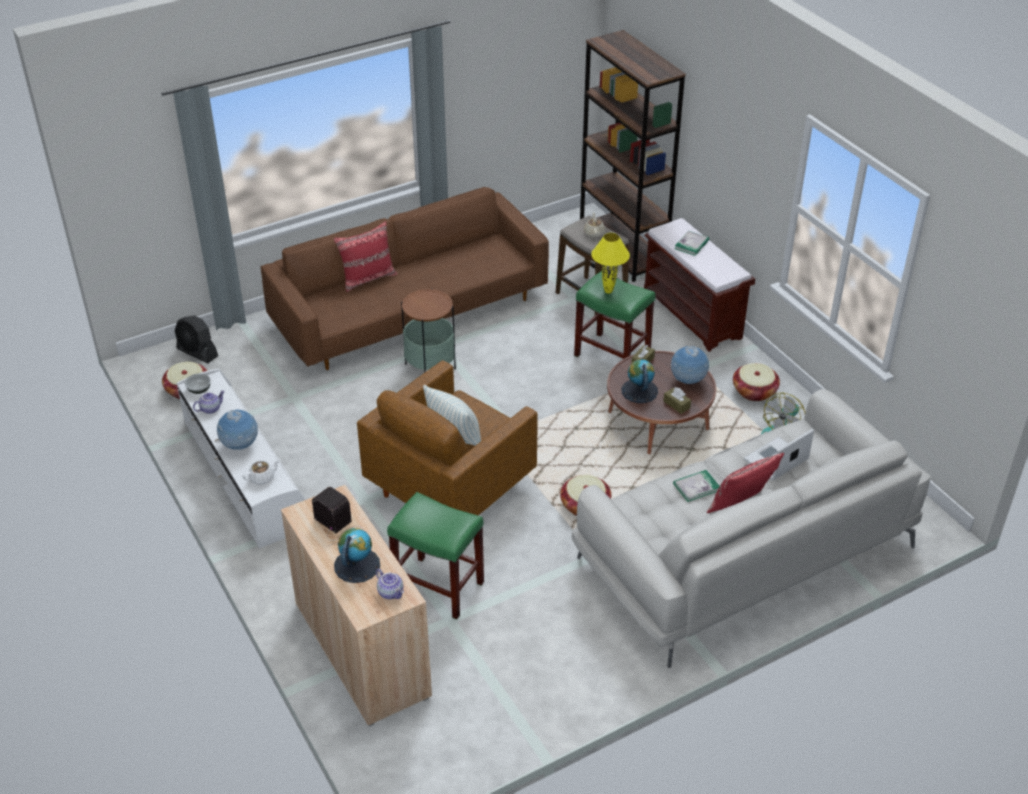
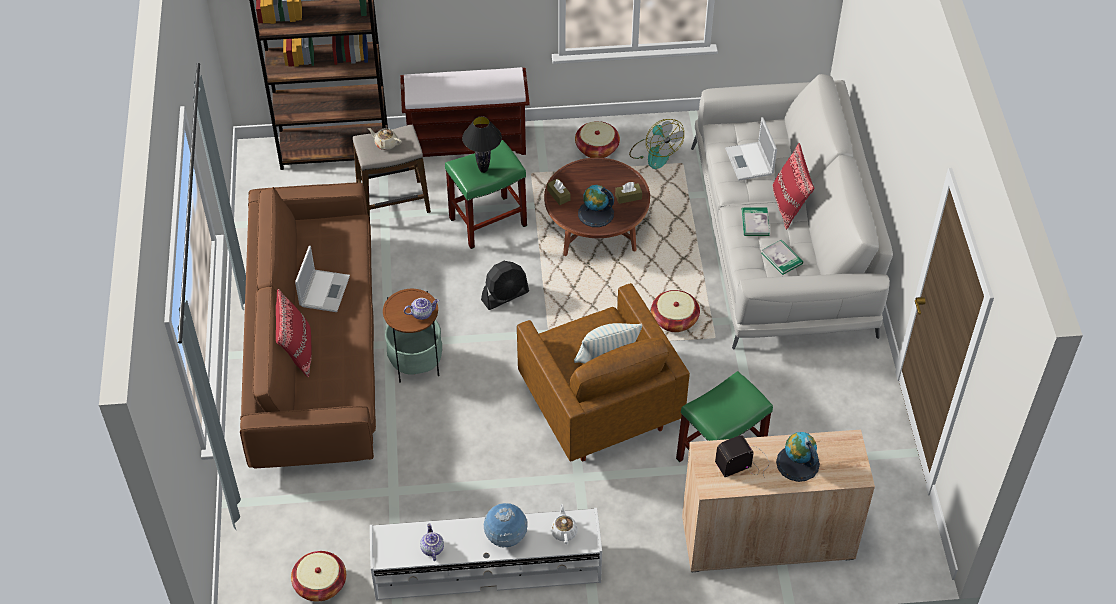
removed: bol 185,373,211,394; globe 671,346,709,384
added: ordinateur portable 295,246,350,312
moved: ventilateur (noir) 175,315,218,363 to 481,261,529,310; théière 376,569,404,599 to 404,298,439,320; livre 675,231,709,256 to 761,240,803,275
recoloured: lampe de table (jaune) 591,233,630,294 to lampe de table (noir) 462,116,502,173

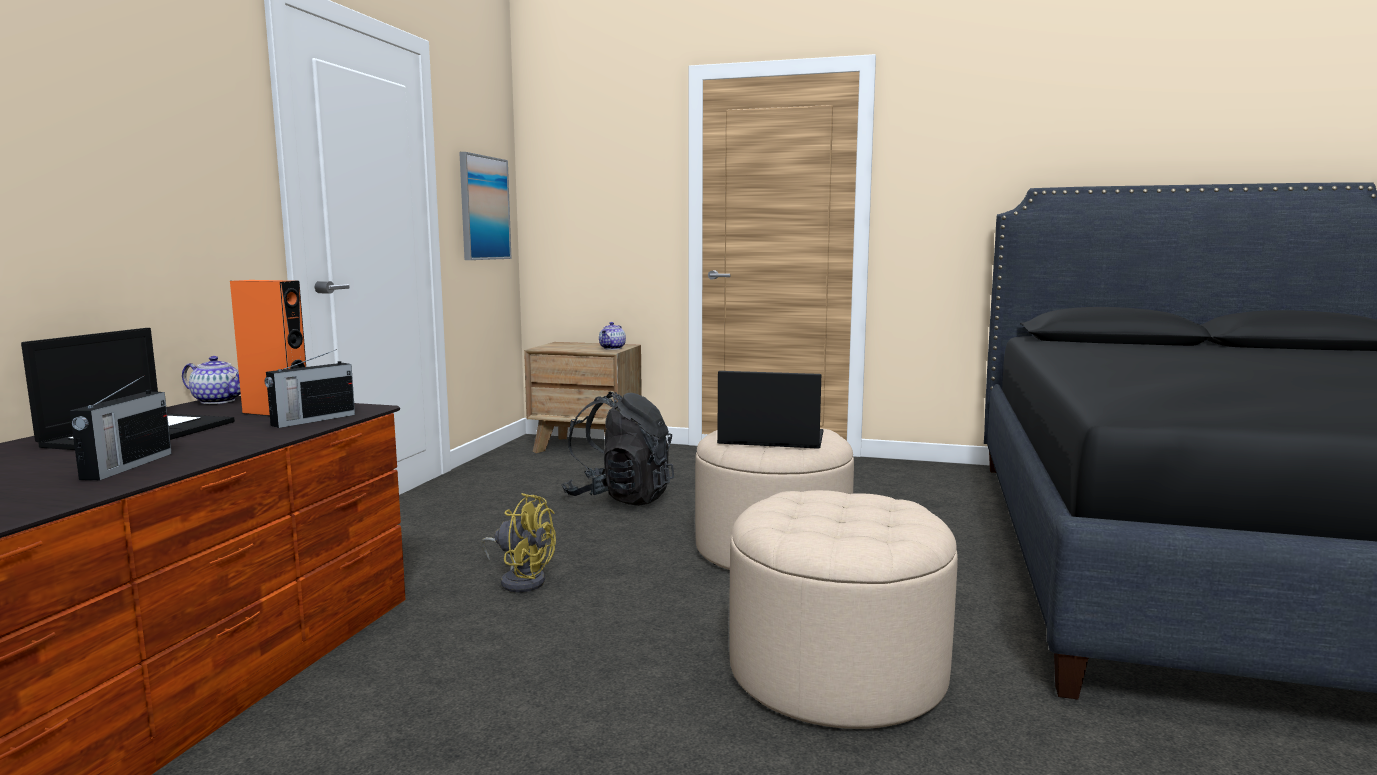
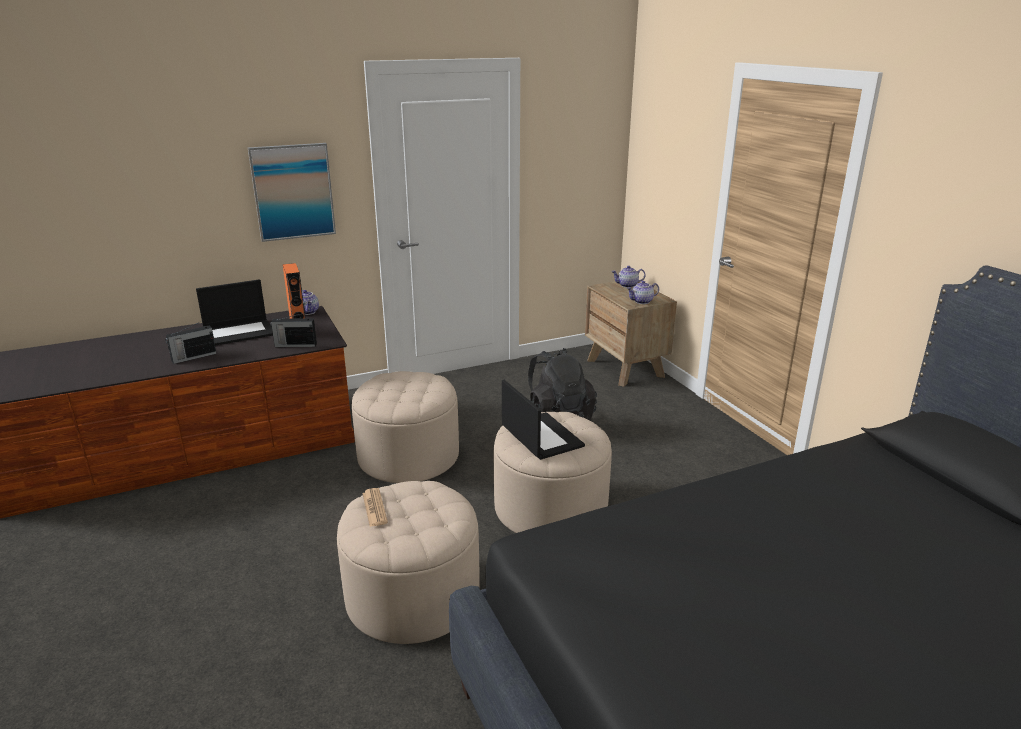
added: journal 362,488,388,527; théière 612,266,645,288
moved: tableau 459,152,512,260 to 248,143,336,242
replaced: ventilateur (jaune) 481,493,556,592 to pouf (beige) 352,371,459,483

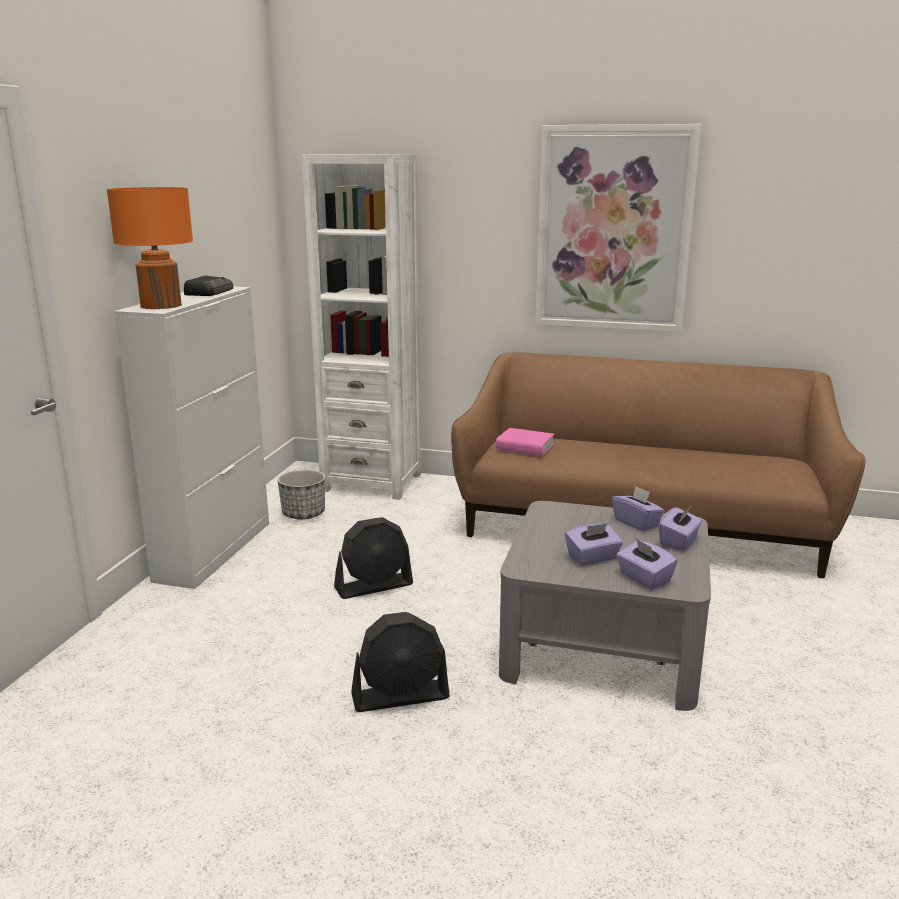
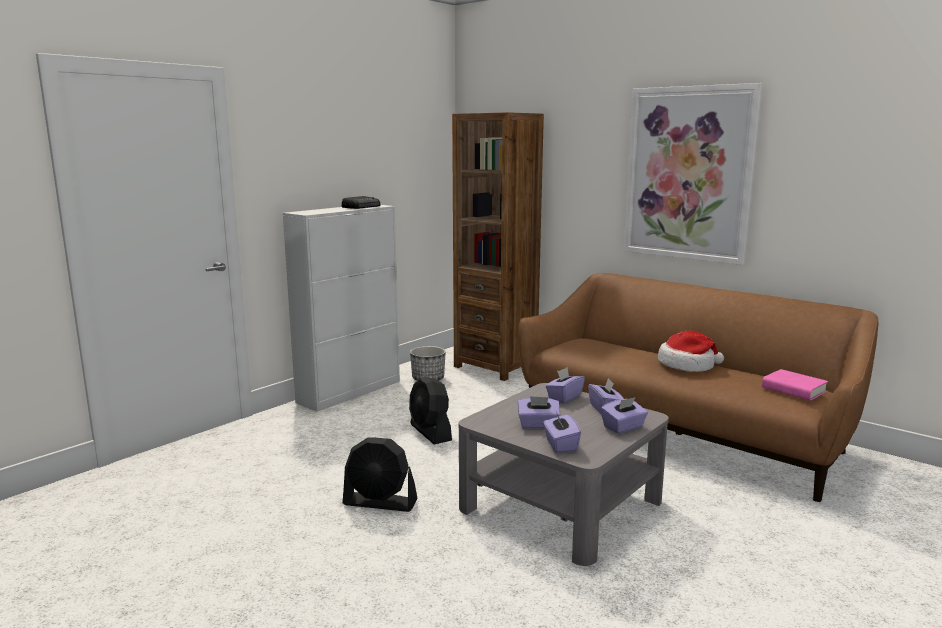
removed: lampe de table (orange) 107,187,193,309
added: boîte à mouchoirs (violet) 546,367,585,403; chapeau 658,331,724,372
moved: livre (rose) 496,428,554,456 to 762,369,828,401
recoloured: bibliothèque (blanc) 302,154,421,500 to bibliothèque (marron) 452,112,544,381
turned: ventilateur (noir) 334,517,413,599 = 409,376,452,444 60 degrees clockwise

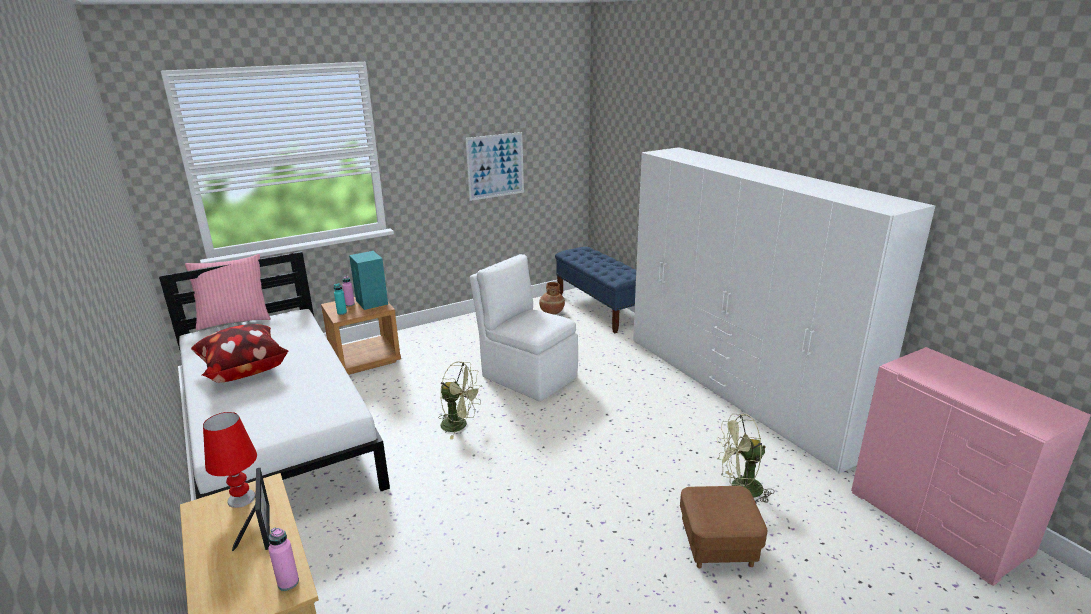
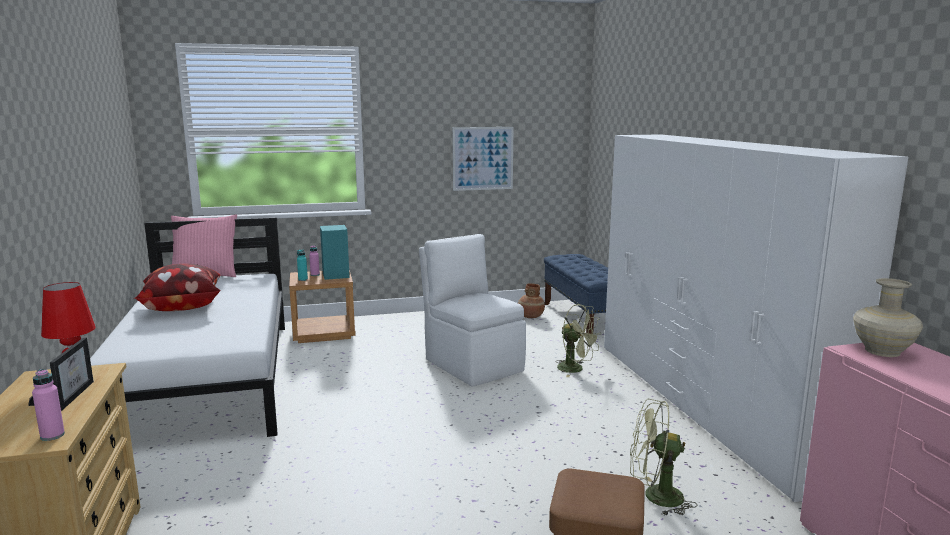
added: vase (beige) 853,278,923,357
moved: ventilateur (vert) 438,362,482,439 to 555,304,601,377

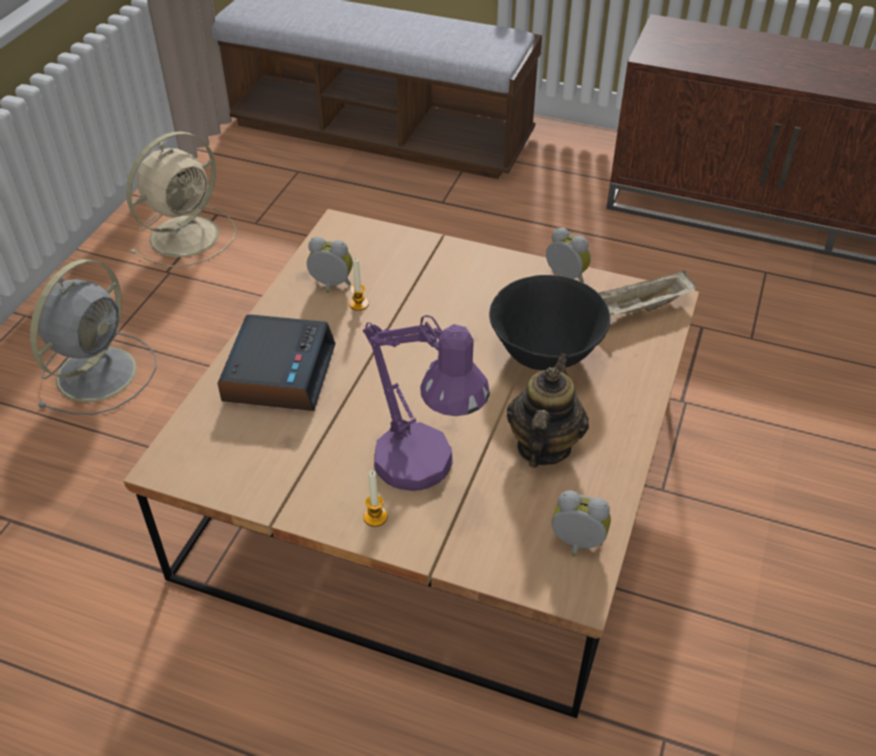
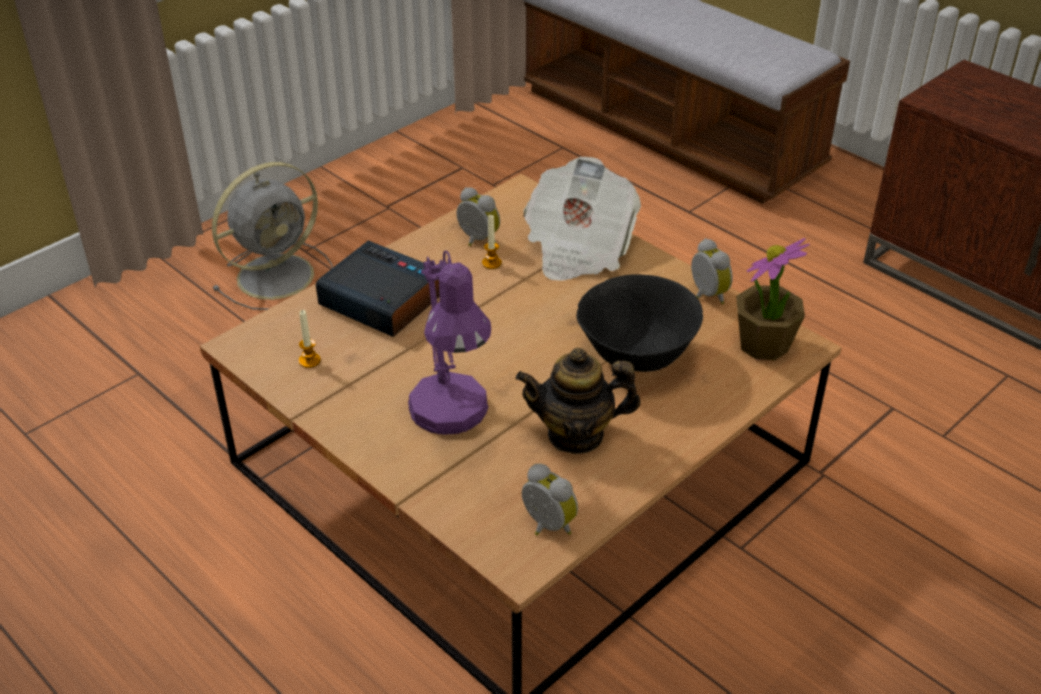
removed: ventilateur (beige) 126,131,237,267
added: journal 523,157,641,280
moved: bougie 363,470,387,527 to 299,310,321,368
replaced: plateau (beige) 599,270,696,315 to plante en pot 736,238,810,360
turned: réveil 217,314,336,411 = 316,241,440,337 90 degrees counterclockwise; théière 507,353,589,468 = 516,348,641,454 135 degrees counterclockwise

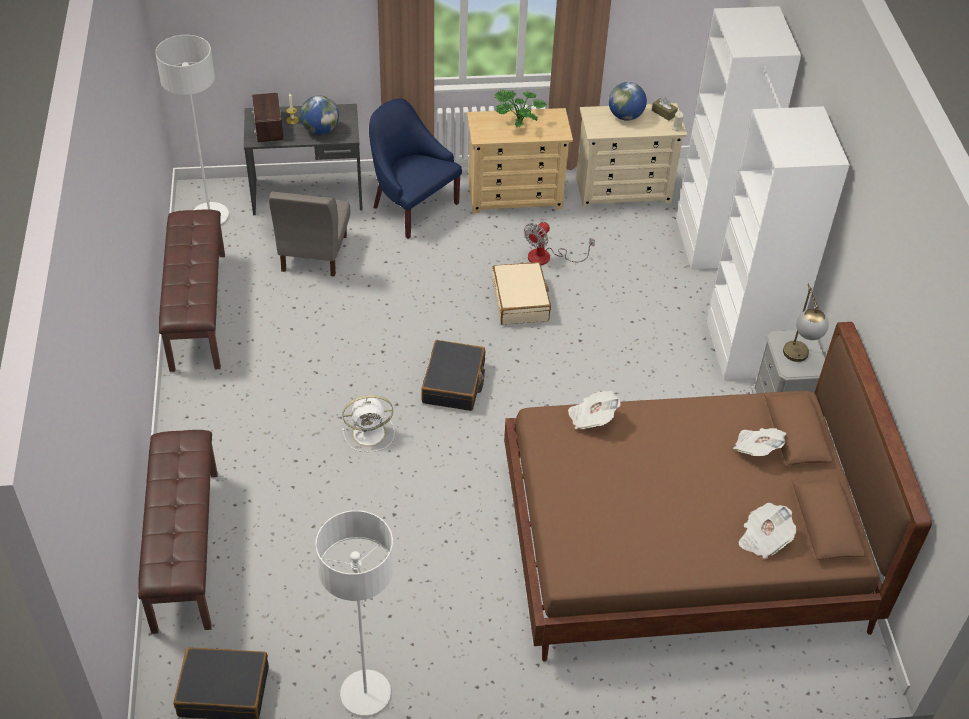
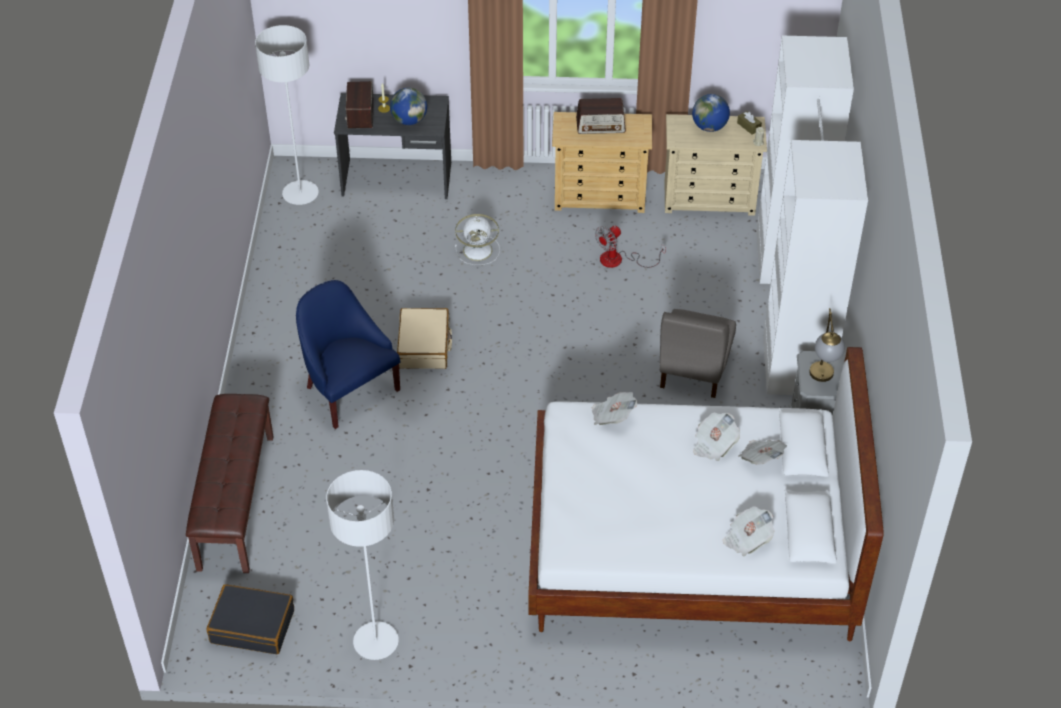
removed: banc (marron) 159,209,225,372; valise (noir) 421,340,485,411
added: journal 693,413,740,461
moved: chaise (gris) 269,191,351,277 to 659,309,736,398; ventilateur (blanc) 342,395,395,452 to 455,214,500,265; fauteuil (bleu) 369,98,462,239 to 296,280,400,429; valise (beige) 492,262,551,325 to 397,308,452,369
replaced: plante en pot 494,89,547,127 to radio 576,98,626,134
recoloured: lit (marron) 504,322,932,662 to lit (blanc) 528,347,884,641

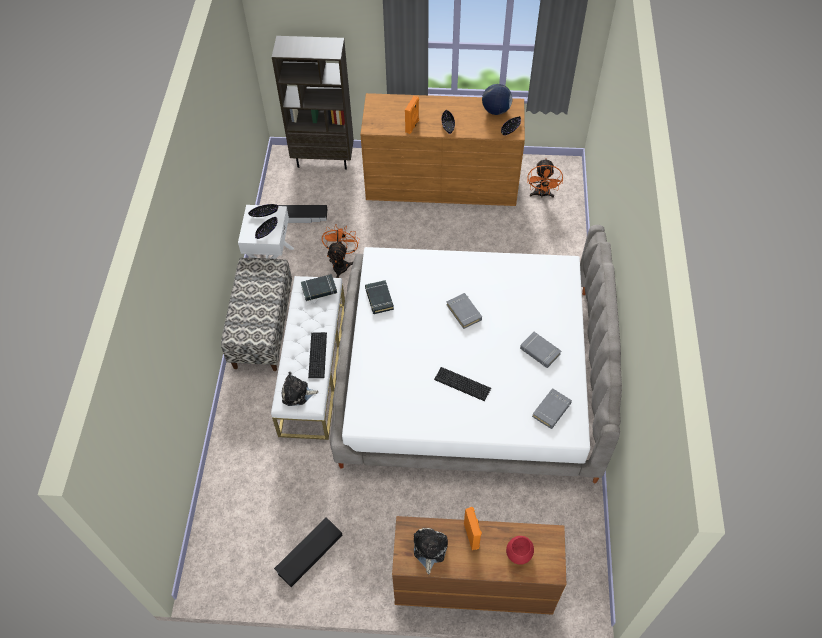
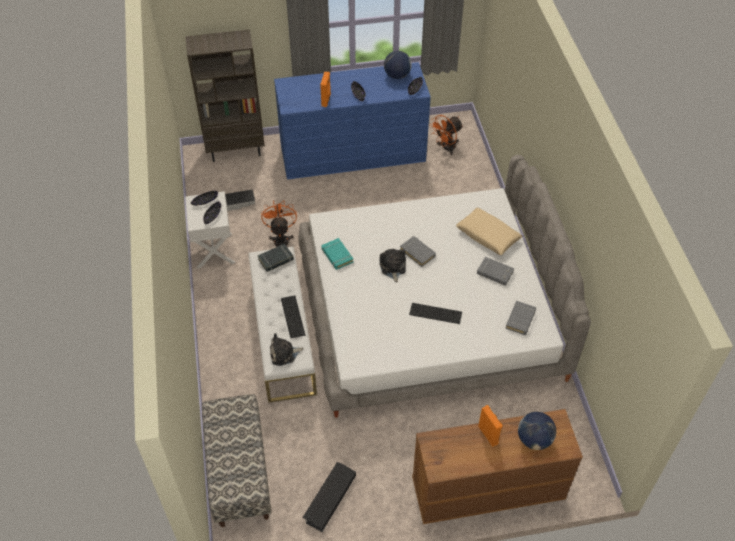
added: coussin (beige) 456,208,522,255
moved: banc 221,258,292,371 to 202,394,272,527; peluche 414,528,448,574 to 380,249,406,283
replaced: bol (rouge) 506,536,534,565 to globe 518,412,556,450
recoloured: commode (marron) 360,93,525,206 to commode (bleu) 274,62,431,180; livre (noir) 365,280,394,314 to livre (turquoise) 322,238,354,270
turned: ventilateur (orange) 528,159,563,198 = 430,115,463,155 60 degrees clockwise

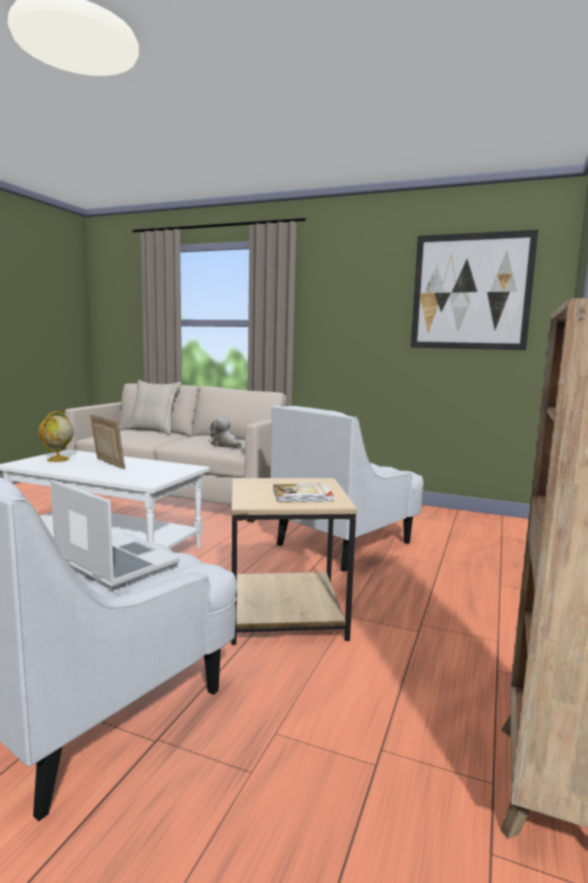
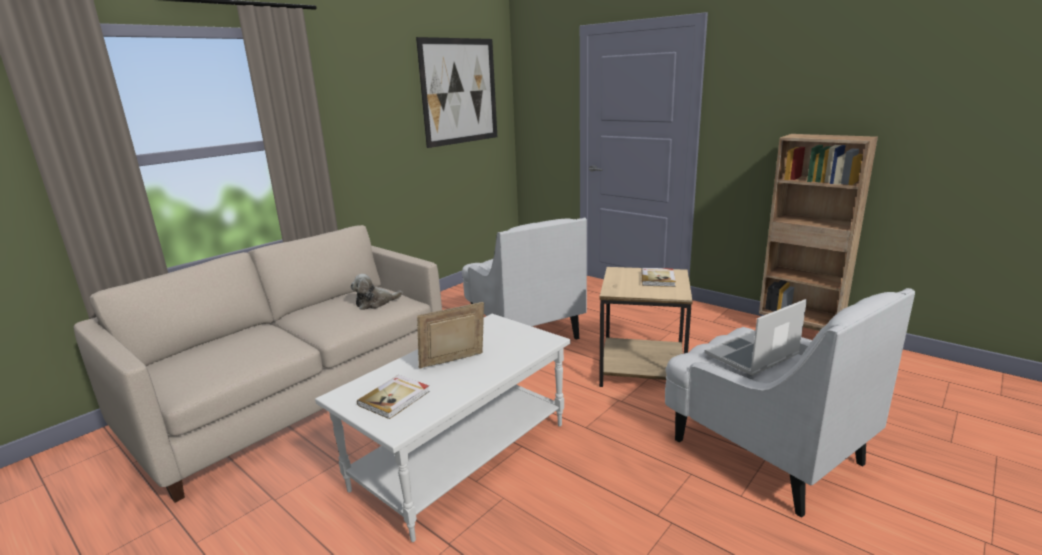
removed: coussin (beige) 127,380,181,434
replaced: globe 38,411,74,462 to livre 357,375,430,419

